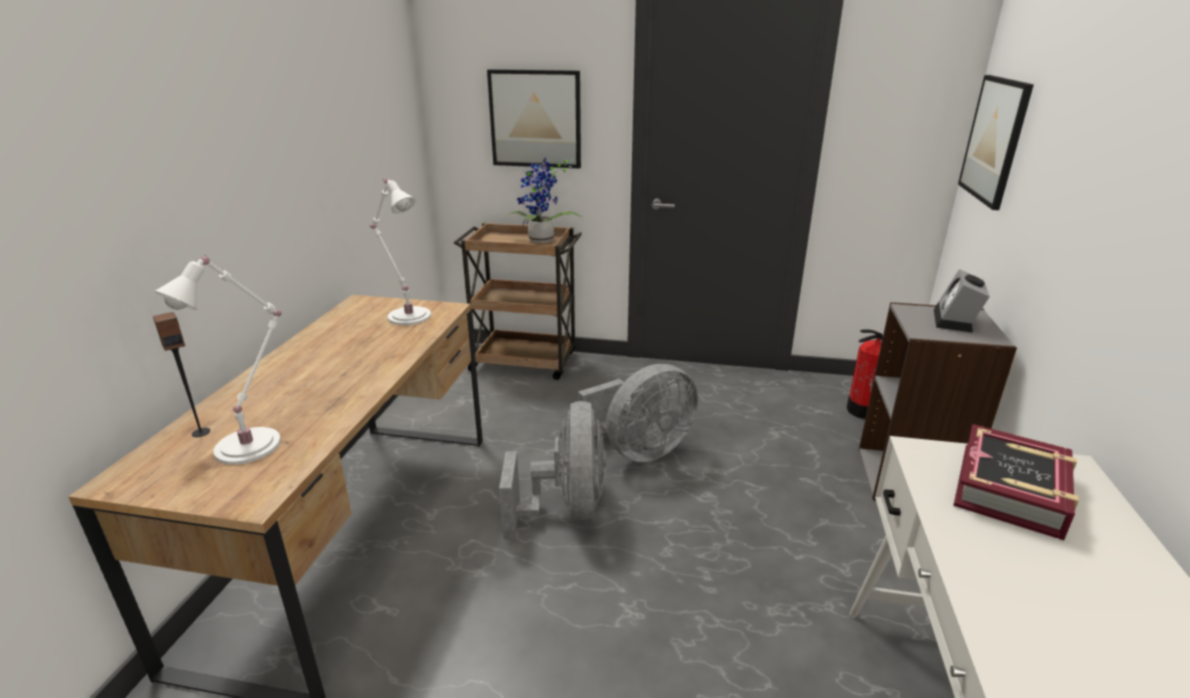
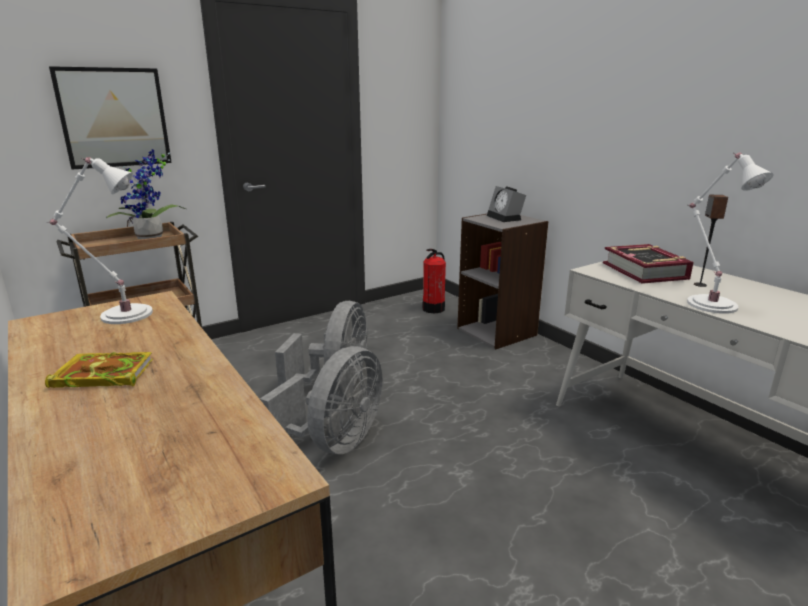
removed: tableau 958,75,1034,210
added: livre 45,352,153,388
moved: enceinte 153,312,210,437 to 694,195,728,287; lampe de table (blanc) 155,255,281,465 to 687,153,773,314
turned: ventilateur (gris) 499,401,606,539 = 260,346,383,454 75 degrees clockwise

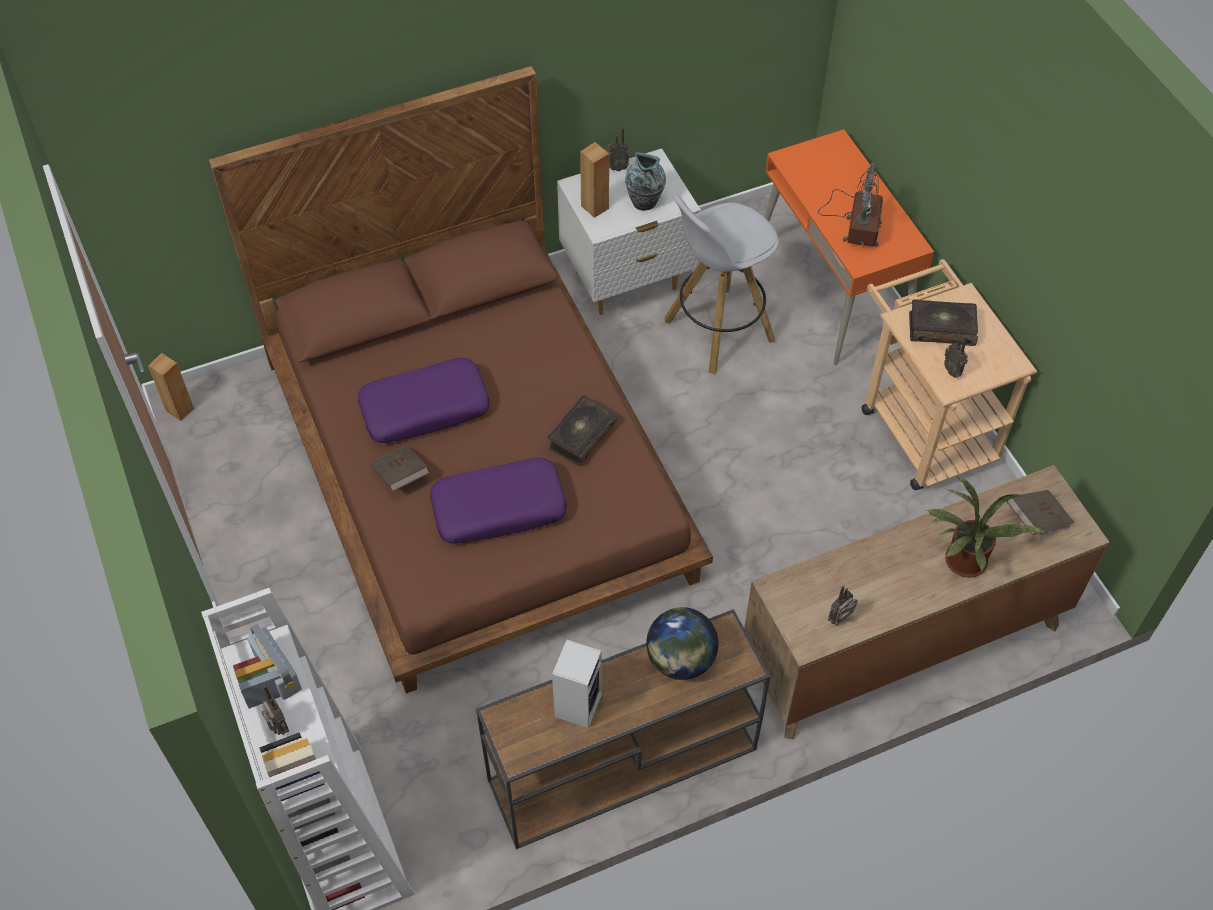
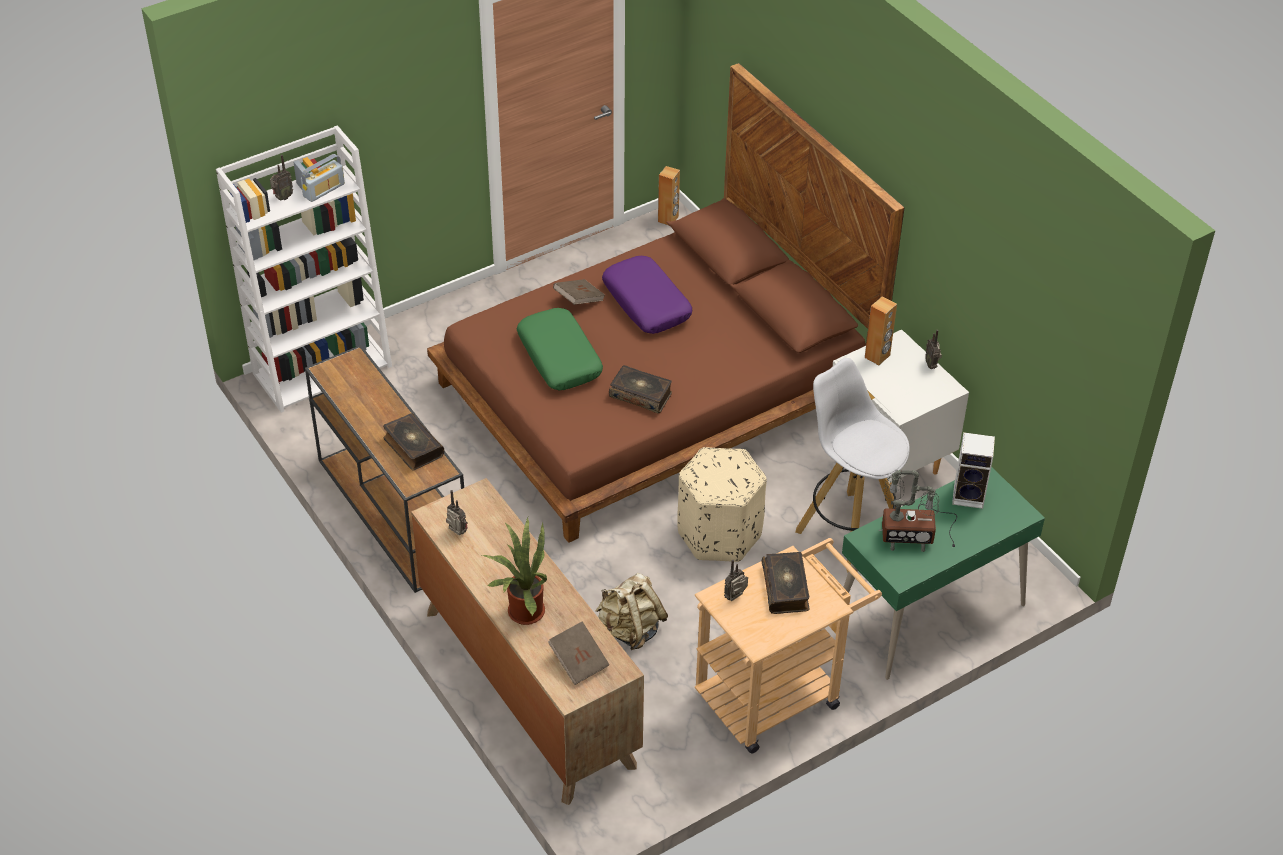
removed: vase 625,152,666,211
added: sac à dos (beige) 596,573,668,650; pouf (beige) 677,447,767,562
moved: enceinte 552,640,602,728 to 952,432,995,509
replaced: globe 646,607,718,680 to livre 383,413,444,470
recoloured: coussin (violet) 430,458,567,544 to coussin (vert) 517,308,603,390; bureau (orange) 764,129,934,365 to bureau (vert) 842,467,1045,680

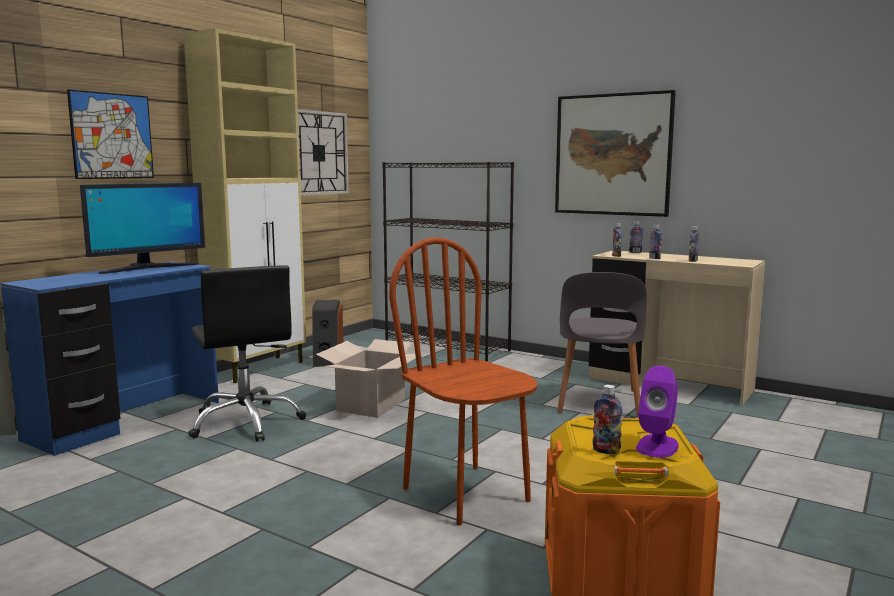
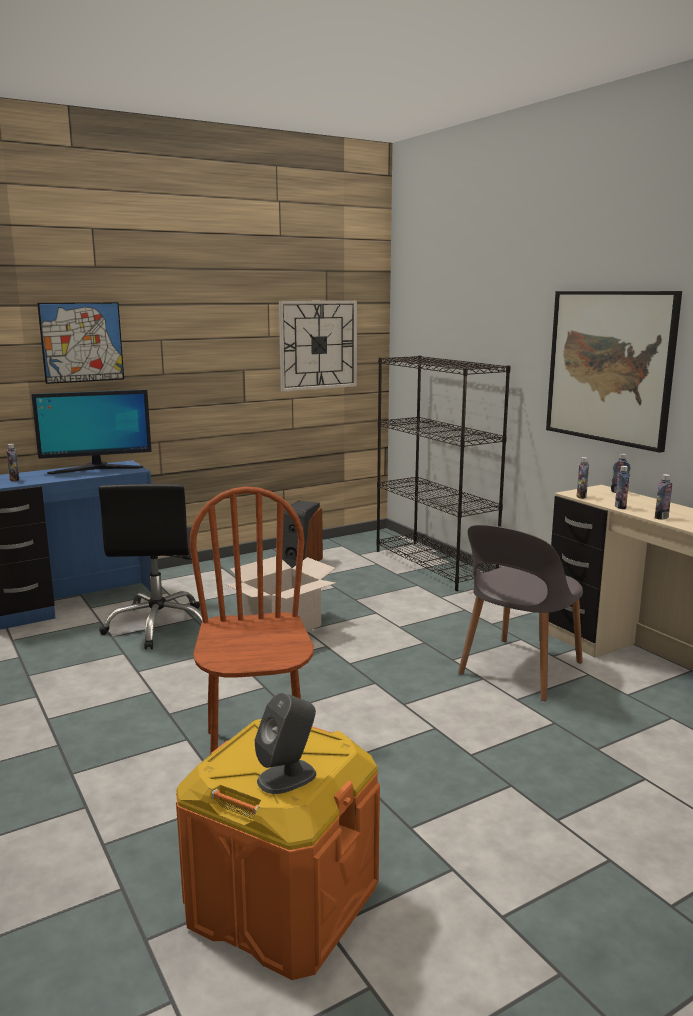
removed: meuble de rangement (beige) 184,28,306,383
moved: bouteille 592,385,623,454 to 6,444,20,482
recoloured: enceinte (violet) 636,366,679,458 to enceinte (gris) 255,693,316,794

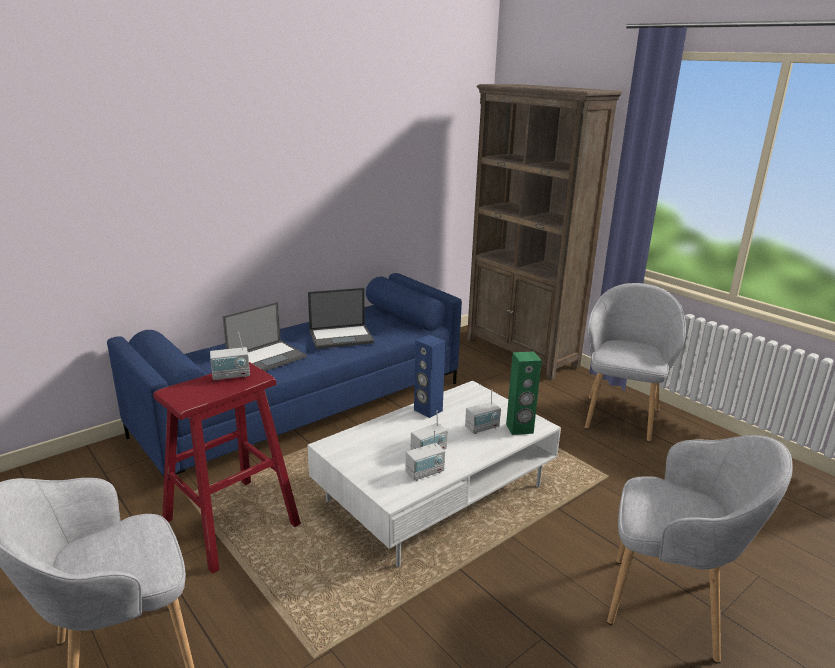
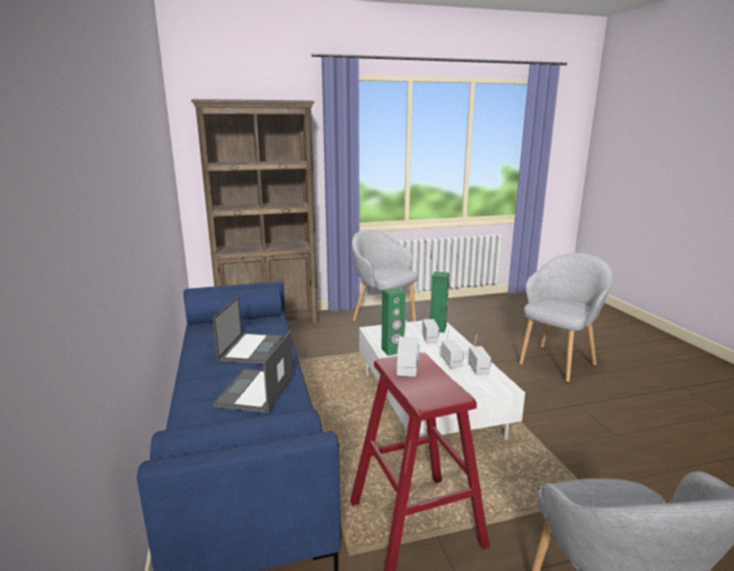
recoloured: enceinte (bleu) 414,335,445,418 to enceinte (vert) 382,288,406,356
turned: ordinateur portable 223,302,307,371 = 213,331,293,413 150 degrees counterclockwise

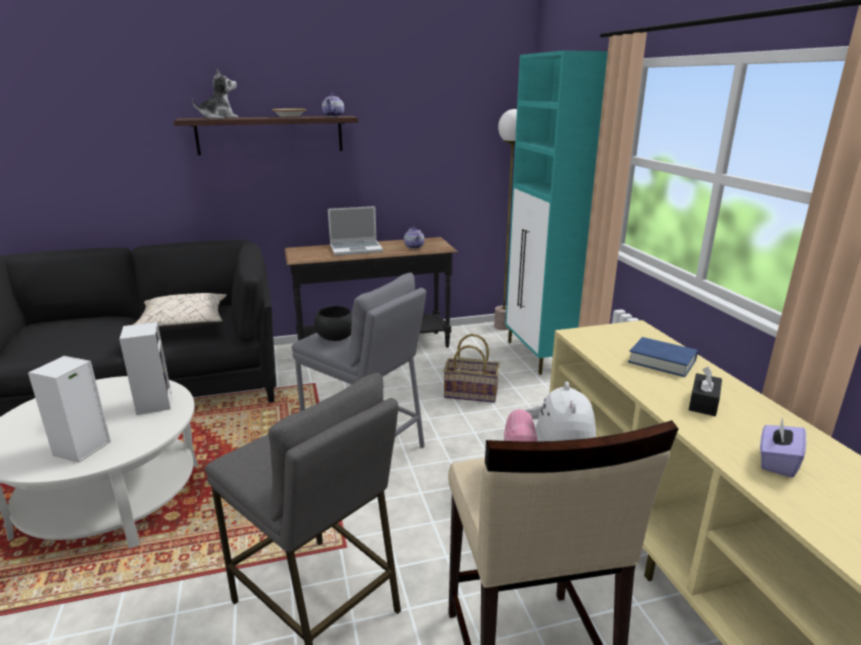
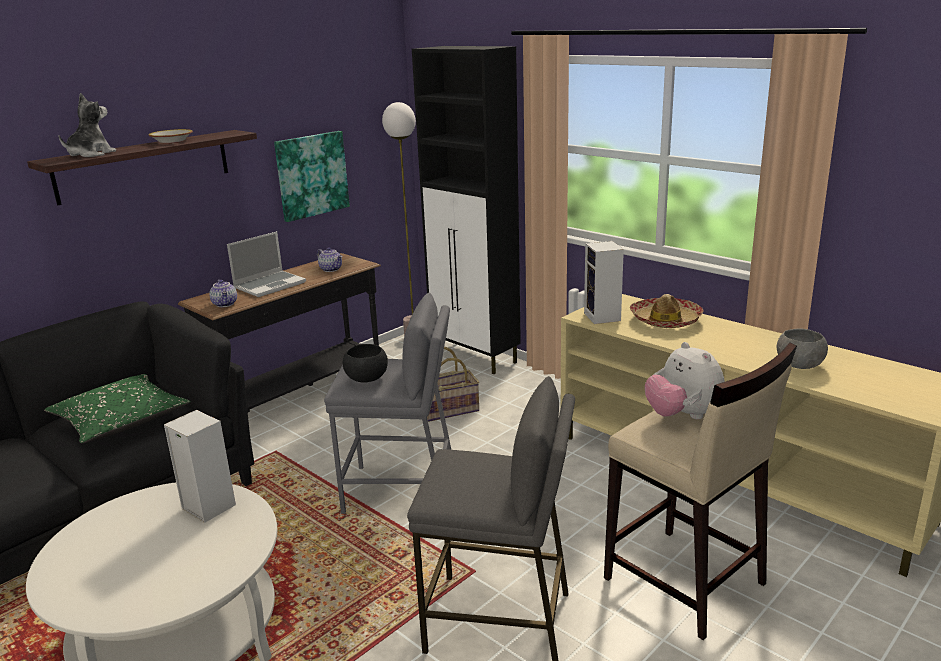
removed: boîte à mouchoirs (noir) 689,367,722,416
added: tableau 274,131,350,222
moved: enceinte 28,356,111,463 to 584,241,624,324; théière 322,93,344,117 to 209,280,237,307
replaced: livre (bleu) 628,337,698,377 to chapeau 630,294,703,328; boîte à mouchoirs (violet) 760,417,806,478 to bol (gris) 777,329,828,369
recoloured: coussin (beige) 133,293,227,331 to coussin (vert) 44,374,191,443; meuble de rangement (turquoise) 505,50,608,375 to meuble de rangement (noir) 412,46,521,374

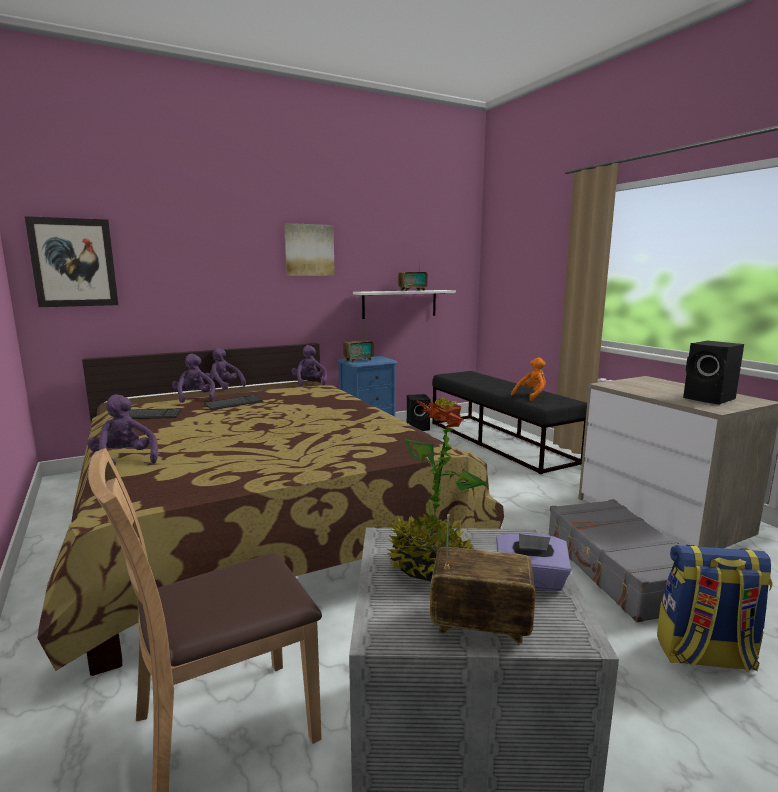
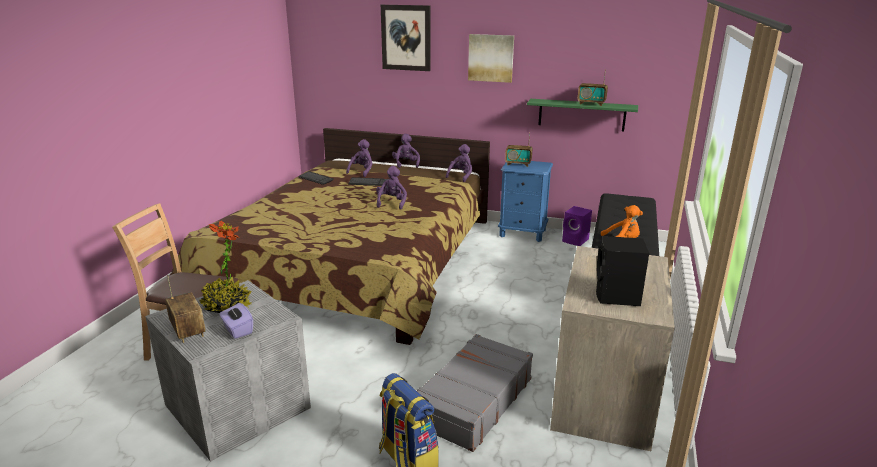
moved: tableau 25,216,118,307 to 381,5,431,71; peluche (violet) 87,394,158,466 to 376,166,407,210
recoloured: étagère (blanc) 353,290,456,319 to étagère (vert) 527,99,638,131; enceinte (noir) 407,394,430,431 to enceinte (violet) 562,206,592,246

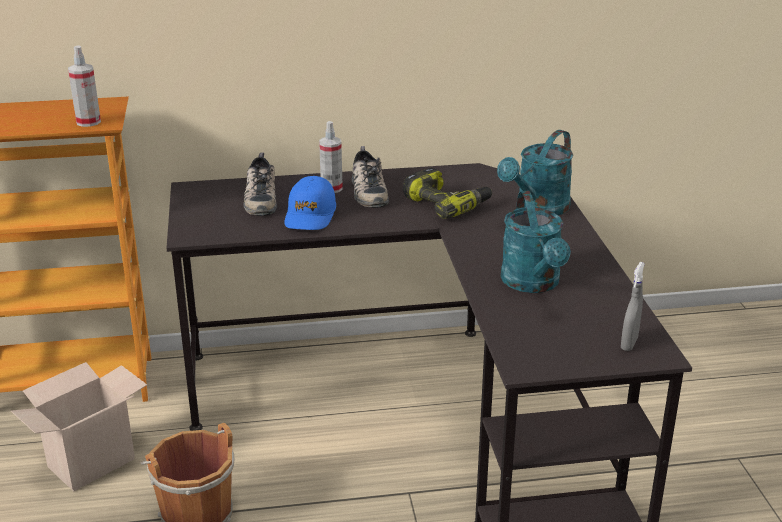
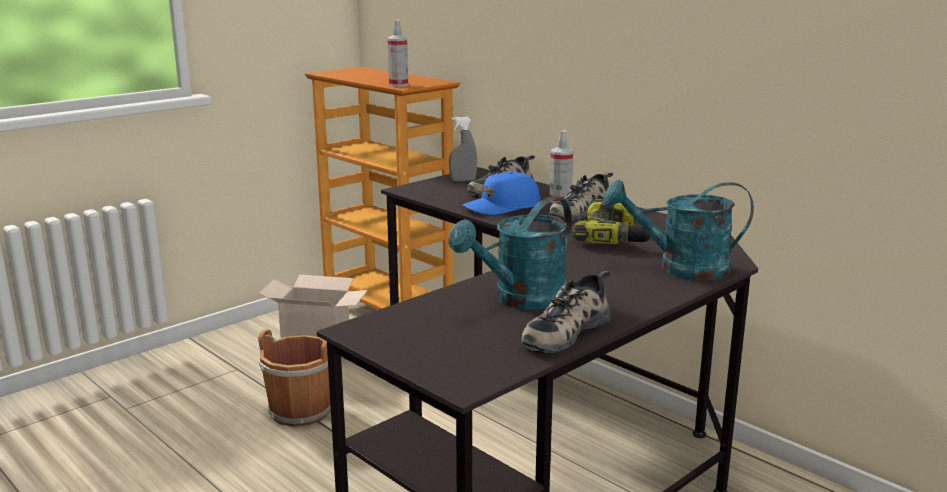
added: chaussure 521,271,611,353
moved: vaporisateur (gris) 621,262,645,351 to 449,117,477,181

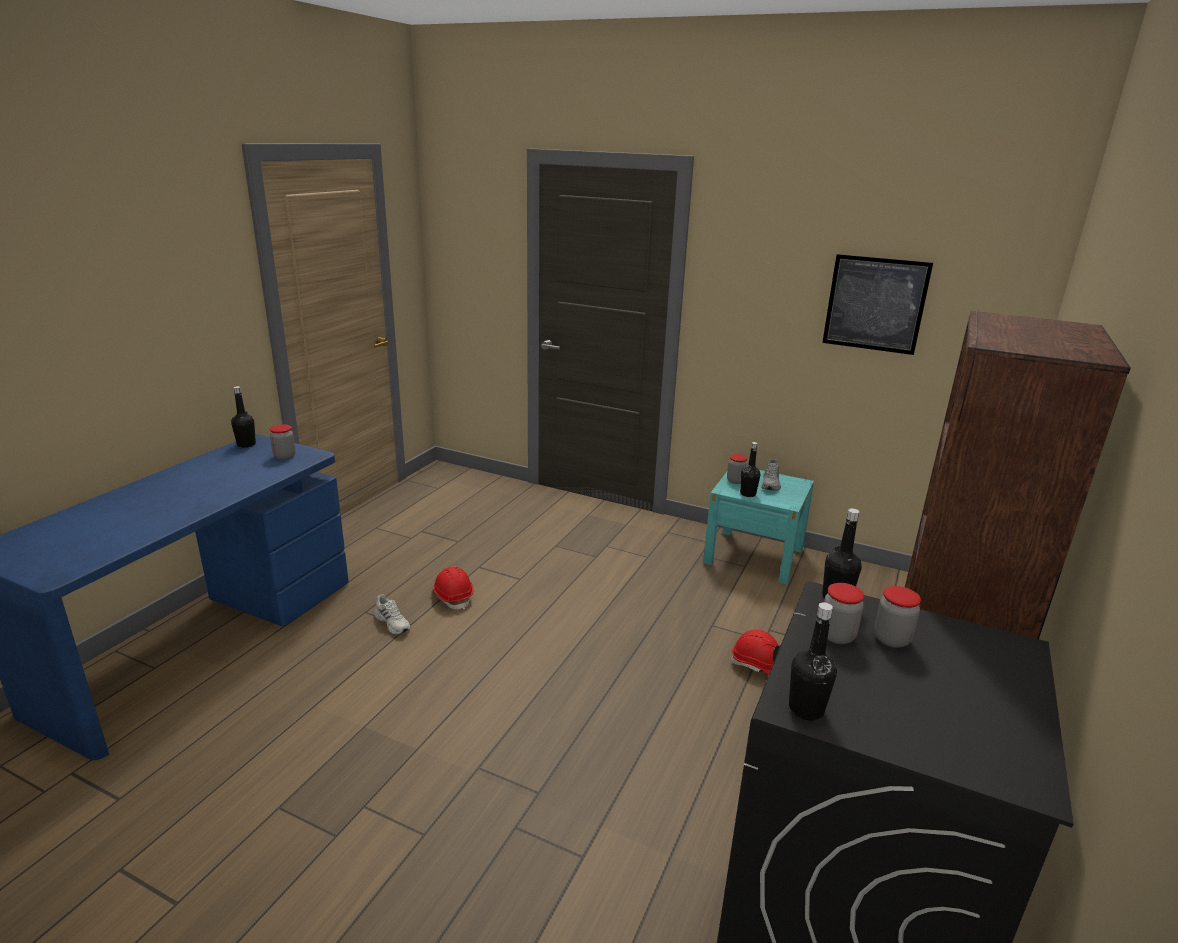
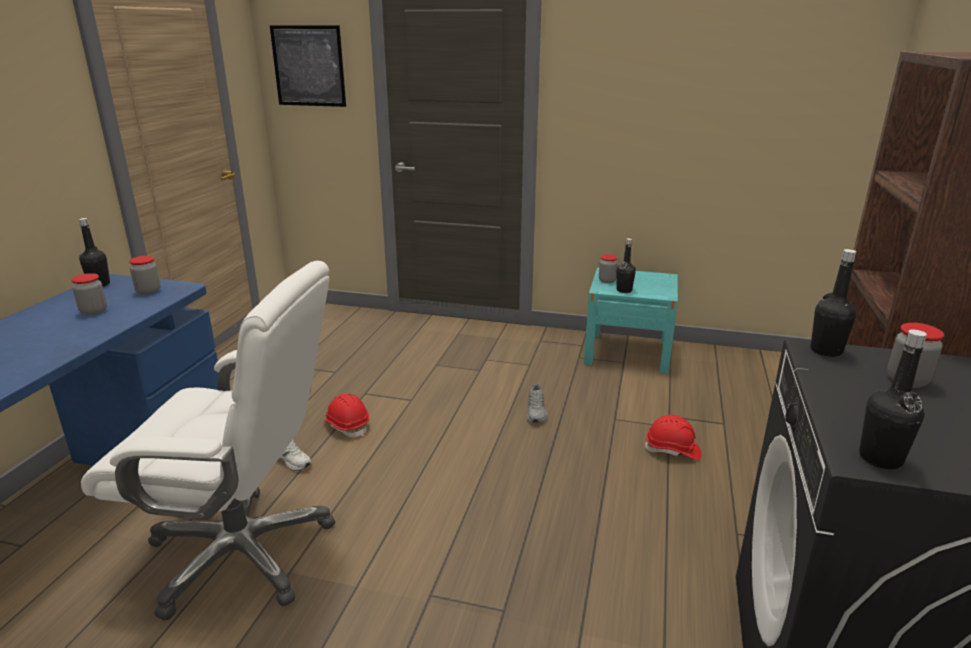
added: chaise de bureau (blanc) 81,261,335,621
moved: chaussure (gris) 761,459,781,491 to 527,383,547,423; tableau 822,254,933,355 to 270,25,346,107; bocal 824,583,864,644 to 71,273,107,315

